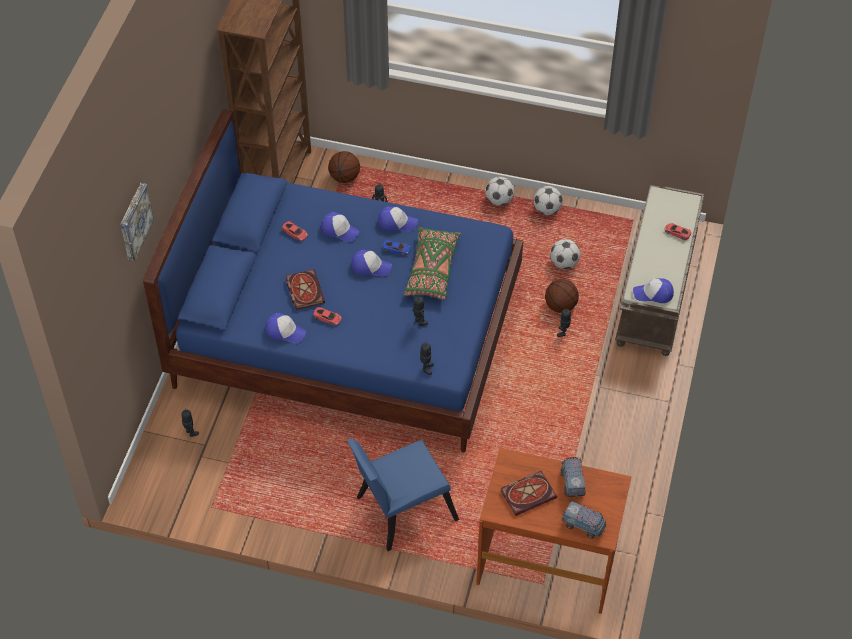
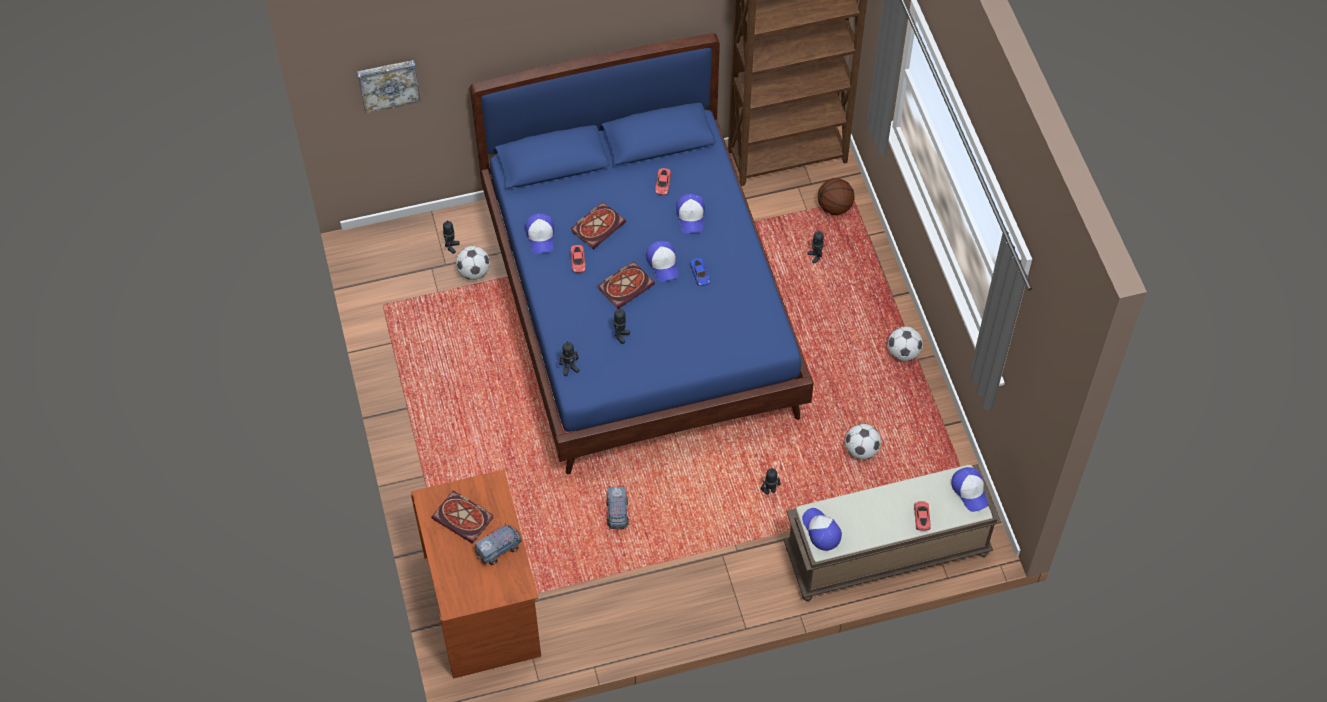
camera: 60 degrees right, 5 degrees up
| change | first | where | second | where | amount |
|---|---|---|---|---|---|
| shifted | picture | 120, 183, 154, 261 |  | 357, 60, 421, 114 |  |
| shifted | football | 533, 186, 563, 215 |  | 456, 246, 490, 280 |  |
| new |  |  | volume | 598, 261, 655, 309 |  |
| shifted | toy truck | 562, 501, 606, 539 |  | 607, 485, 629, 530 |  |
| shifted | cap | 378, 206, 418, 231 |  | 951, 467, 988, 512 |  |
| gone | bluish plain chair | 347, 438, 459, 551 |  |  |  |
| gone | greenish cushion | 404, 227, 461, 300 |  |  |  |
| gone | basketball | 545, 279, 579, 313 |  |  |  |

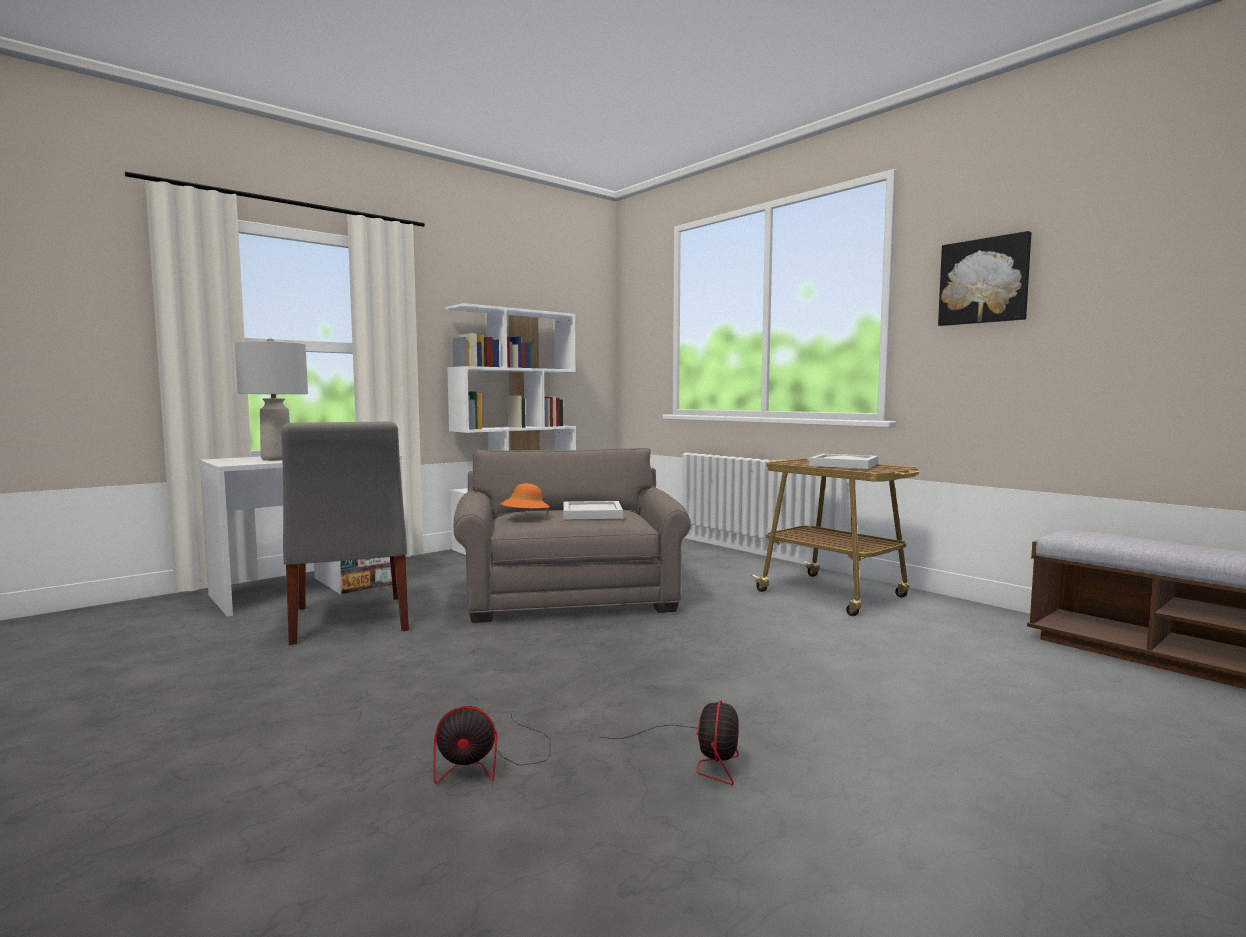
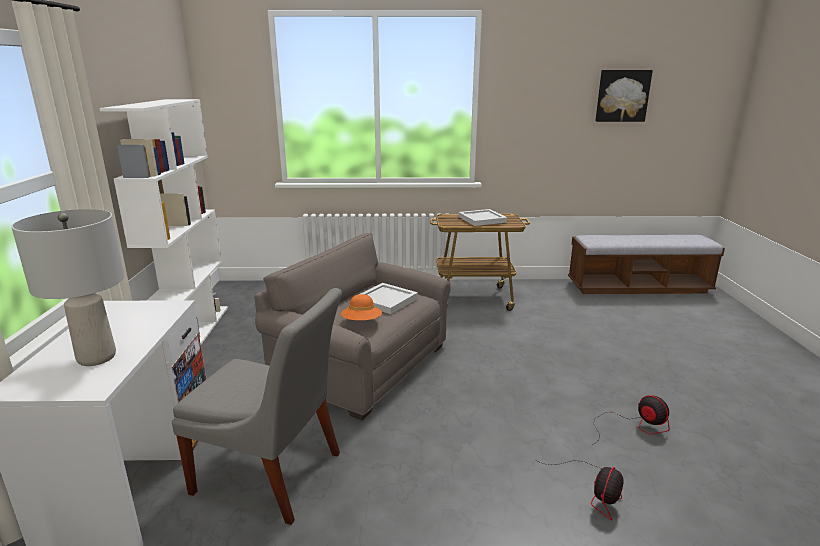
camera: 50 degrees left, 15 degrees up
| change | first | where | second | where | amount |
|---|---|---|---|---|---|
| shifted | picture | 938, 231, 1031, 326 |  | 595, 70, 653, 122 |  |

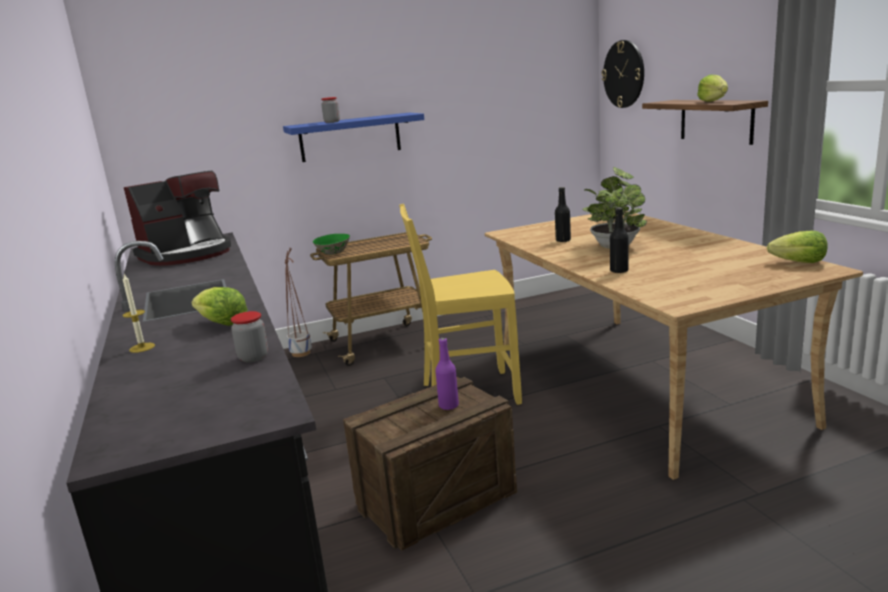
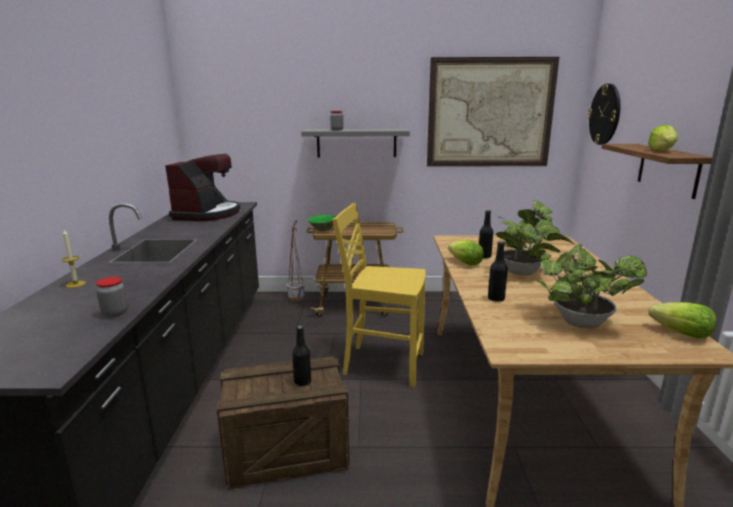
camera: 20 degrees right, 0 degrees up
| change | first | where | second | where | amount |
|---|---|---|---|---|---|
| rotated | coffee machine | 124, 170, 231, 266 |  | 165, 154, 241, 221 | 60 degrees counterclockwise |
| repainted | purplish drink bottle | 435, 338, 459, 410 | blackish drink bottle | 292, 326, 311, 386 |  |
| repainted | bluish bracket shelf | 283, 113, 424, 162 | grey bracket shelf | 301, 128, 410, 158 |  |
| new |  |  | picture | 427, 57, 559, 167 |  |
| shifted | lettuce head | 191, 287, 248, 326 |  | 448, 240, 483, 266 |  |
| new |  |  | houseplant | 533, 233, 647, 329 |  |

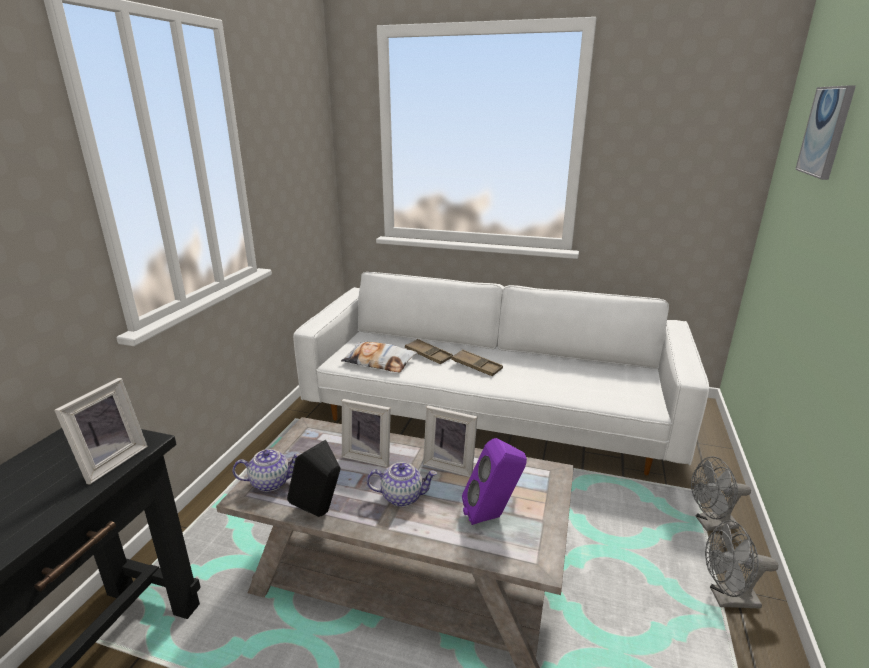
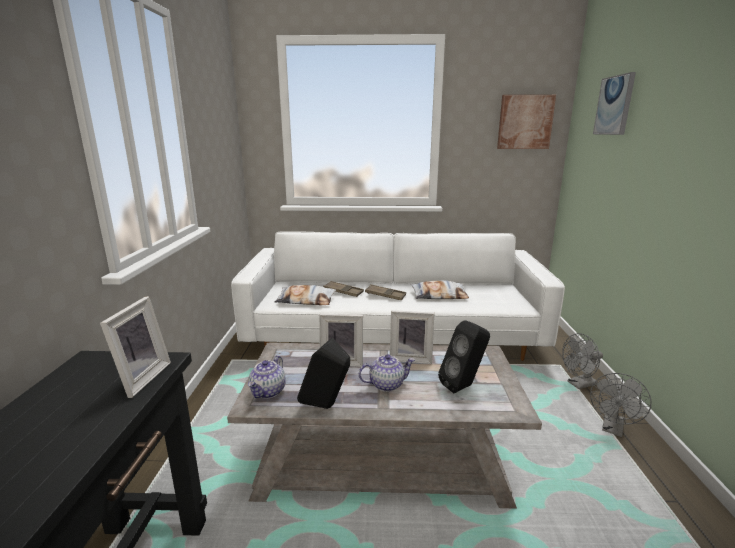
camera: 15 degrees left, 5 degrees down
| change | first | where | second | where | amount |
|---|---|---|---|---|---|
| rotated | pot for tea | 233, 449, 300, 492 |  | 248, 355, 286, 398 | 135 degrees clockwise |
| new |  |  | cushion | 411, 280, 469, 299 |  |
| repainted | purplish audio speaker | 462, 438, 527, 525 | blackish audio speaker | 438, 320, 490, 393 |  |
| new |  |  | picture | 497, 95, 556, 149 |  |
| rotated | grey electric fan | 705, 520, 778, 609 |  | 590, 373, 652, 437 | 45 degrees counterclockwise |

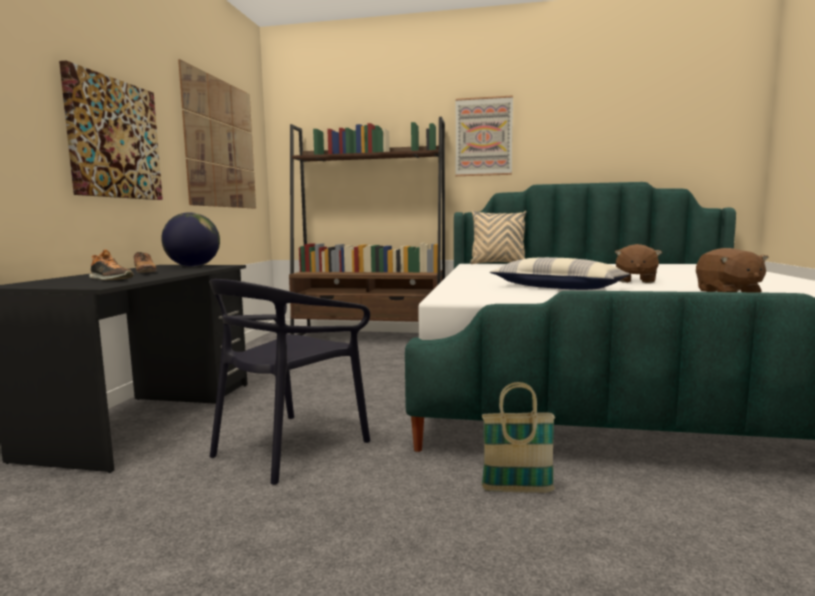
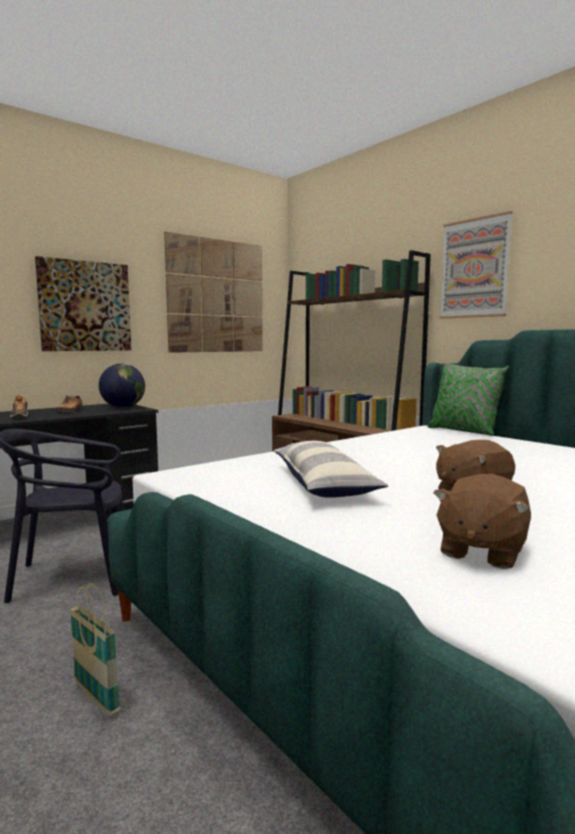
camera: 40 degrees right, 0 degrees up
| change | first | where | second | where | amount |
|---|---|---|---|---|---|
| repainted | beige-coloured cushion | 470, 211, 527, 264 | greenish cushion | 428, 362, 509, 436 |  |

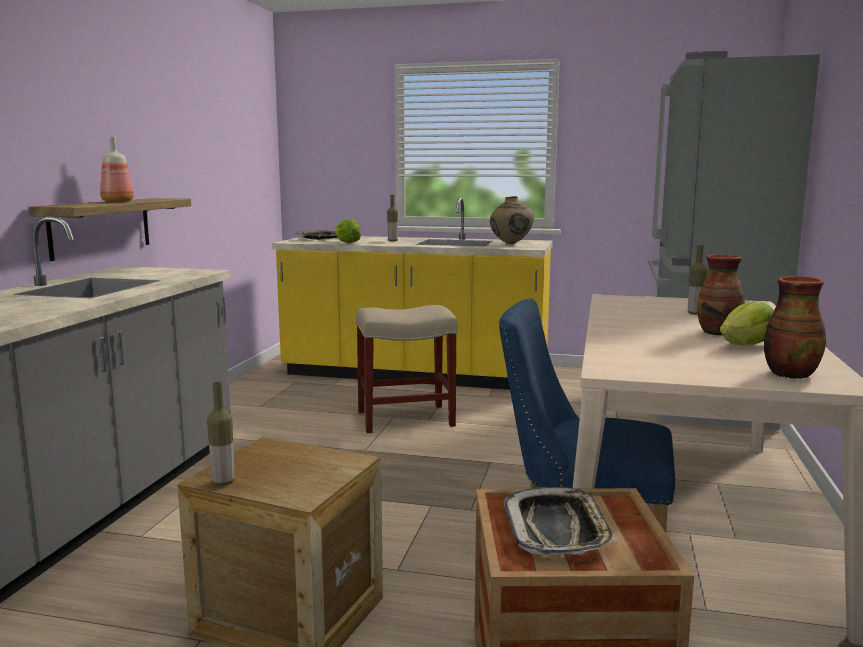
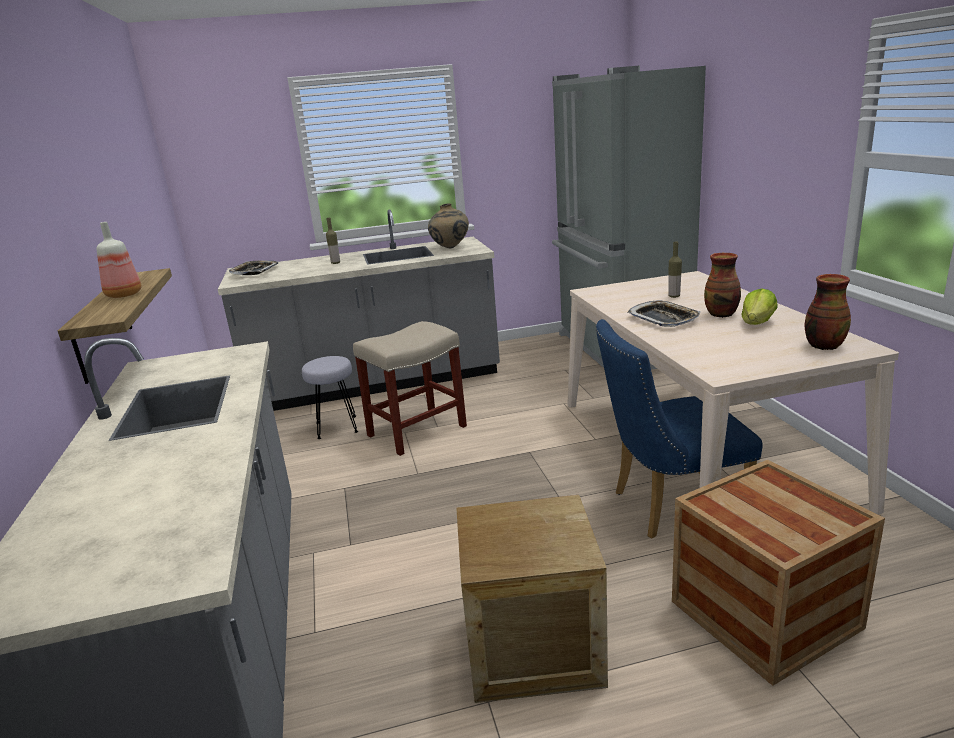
camera: 25 degrees left, 10 degrees up
| change | first | where | second | where | amount |
|---|---|---|---|---|---|
| repainted | yellowish kitchen base unit | 272, 197, 553, 390 | grey kitchen base unit | 218, 209, 500, 411 |  |
| new |  |  | grey stool | 302, 356, 358, 439 |  |
| shifted | tray | 504, 487, 617, 555 |  | 627, 300, 701, 327 |  |
| gone | drink bottle | 207, 382, 235, 486 |  |  |  |
| gone | lettuce head | 335, 219, 361, 243 |  |  |  |

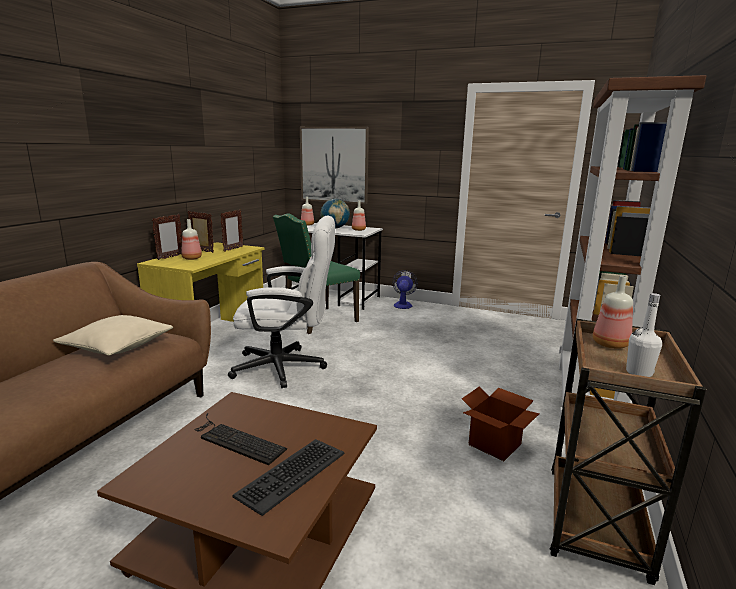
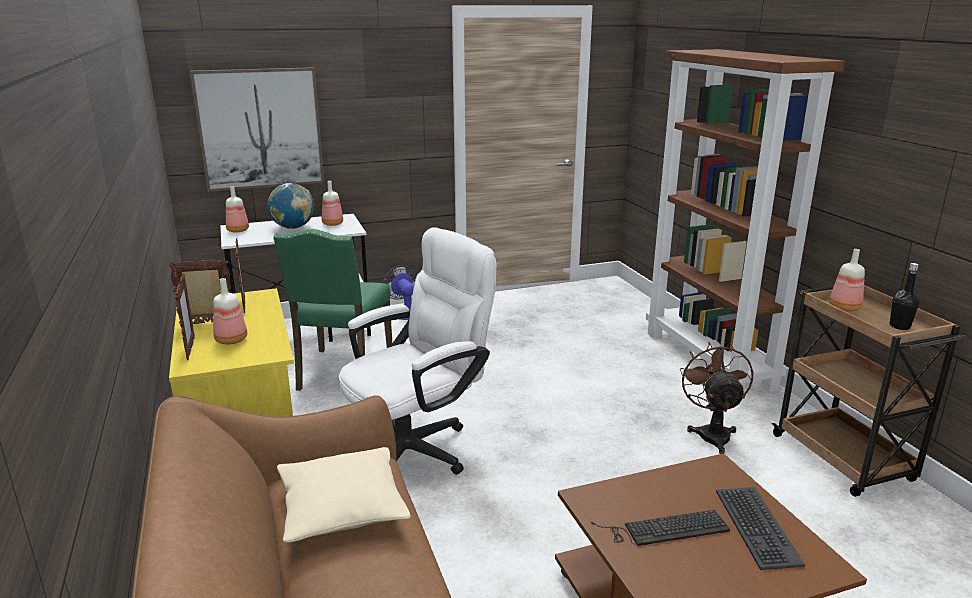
camera: 40 degrees left, 5 degrees up
| change | first | where | second | where | amount |
|---|---|---|---|---|---|
| swapped | packing box | 462, 387, 540, 461 | brown electric fan | 680, 342, 753, 454 |  |
| repainted | white drink bottle | 626, 293, 662, 377 | blackish drink bottle | 890, 263, 919, 330 |  |

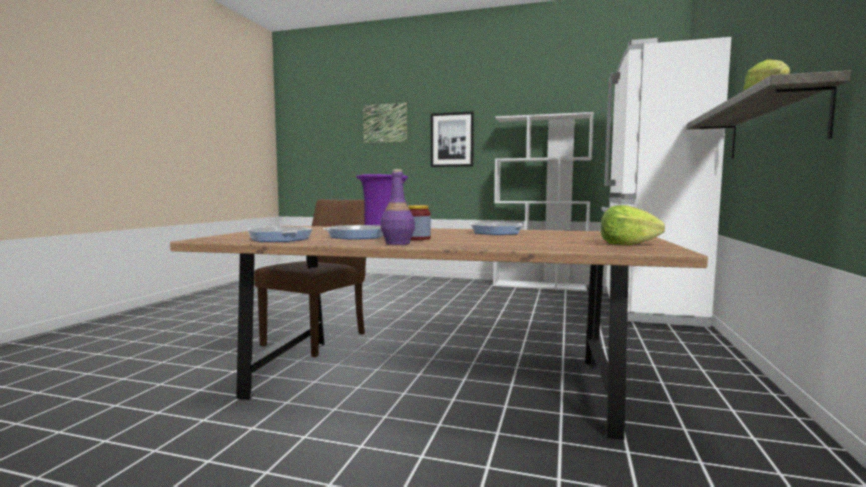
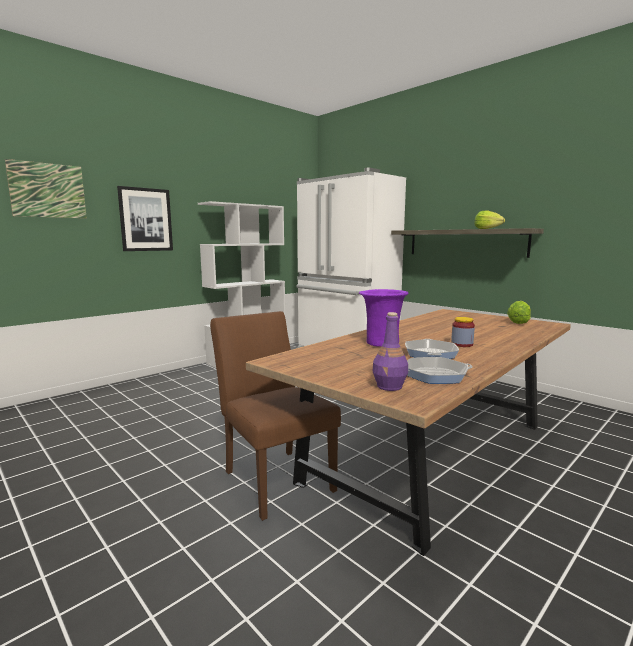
camera: 60 degrees left, 5 degrees up
| change | first | where | second | where | amount |
|---|---|---|---|---|---|
| shifted | purplish drink bottle | 381, 169, 415, 245 |  | 373, 312, 408, 391 |  |
| gone | frying pan | 470, 222, 525, 235 |  |  |  |

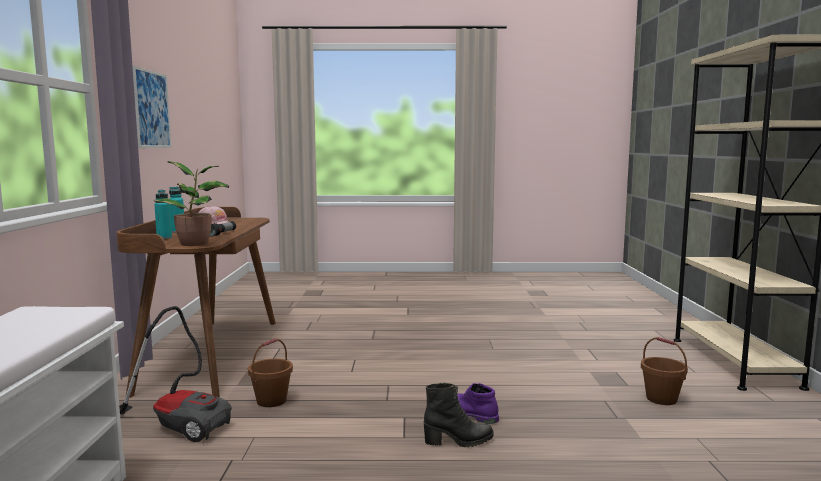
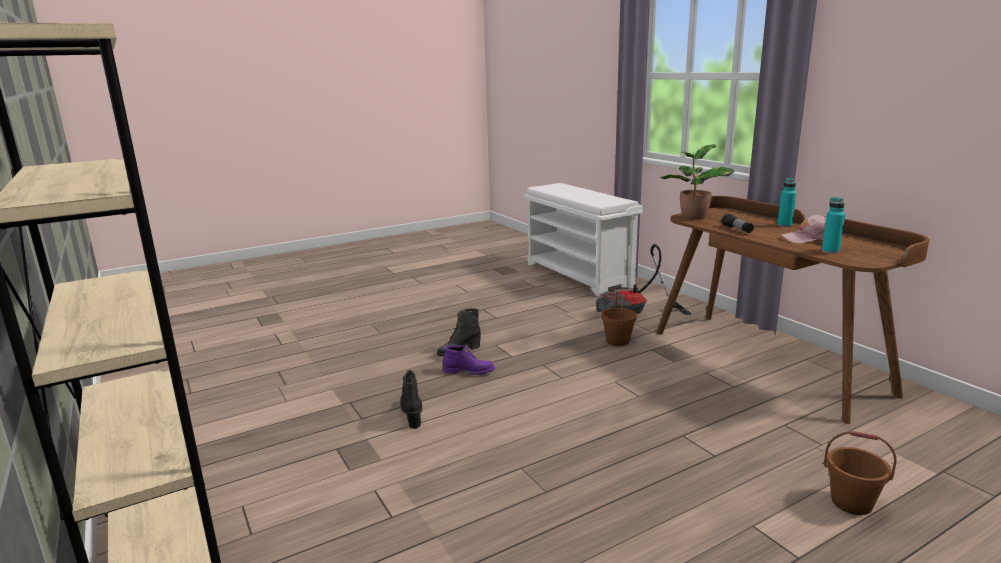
camera: 150 degrees right, 10 degrees up
| change | first | where | second | where | amount |
|---|---|---|---|---|---|
| new |  |  | blackish high-top boot | 400, 370, 422, 429 |  |
| shifted | blue-green drink bottle | 154, 190, 172, 239 |  | 822, 197, 845, 254 |  |
| shifted | brown pail | 641, 337, 688, 405 |  | 824, 431, 897, 515 |  |
| gone | picture | 133, 66, 171, 148 |  |  |  |

